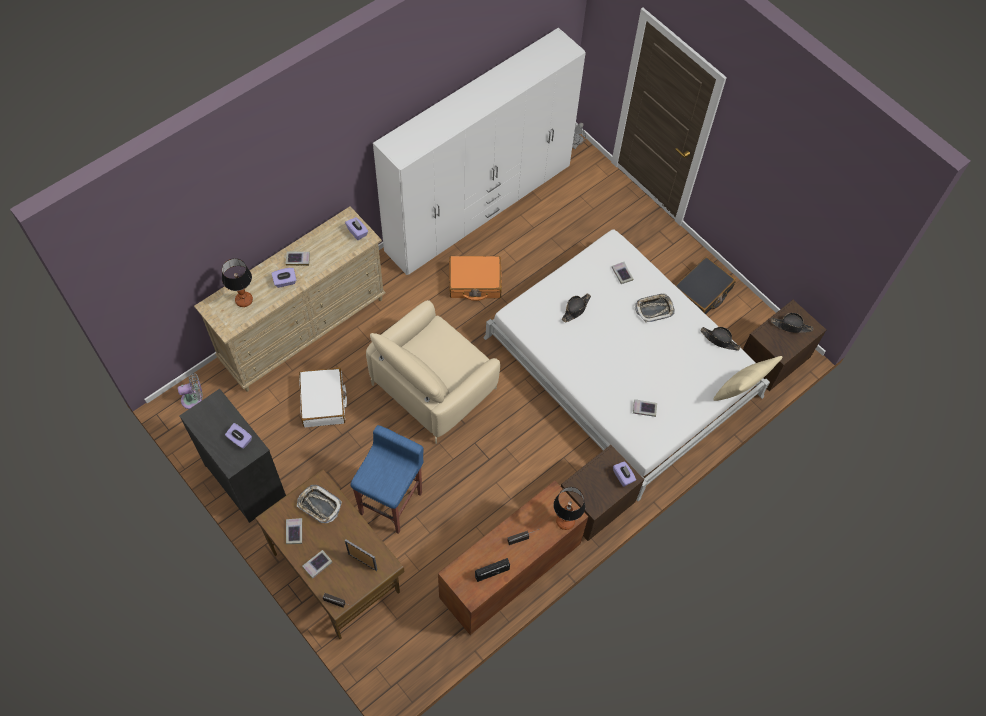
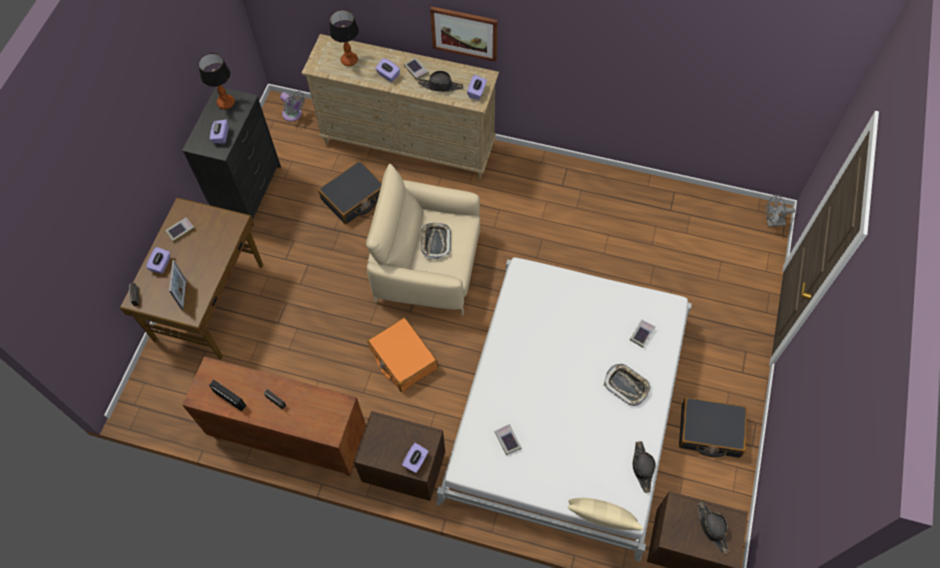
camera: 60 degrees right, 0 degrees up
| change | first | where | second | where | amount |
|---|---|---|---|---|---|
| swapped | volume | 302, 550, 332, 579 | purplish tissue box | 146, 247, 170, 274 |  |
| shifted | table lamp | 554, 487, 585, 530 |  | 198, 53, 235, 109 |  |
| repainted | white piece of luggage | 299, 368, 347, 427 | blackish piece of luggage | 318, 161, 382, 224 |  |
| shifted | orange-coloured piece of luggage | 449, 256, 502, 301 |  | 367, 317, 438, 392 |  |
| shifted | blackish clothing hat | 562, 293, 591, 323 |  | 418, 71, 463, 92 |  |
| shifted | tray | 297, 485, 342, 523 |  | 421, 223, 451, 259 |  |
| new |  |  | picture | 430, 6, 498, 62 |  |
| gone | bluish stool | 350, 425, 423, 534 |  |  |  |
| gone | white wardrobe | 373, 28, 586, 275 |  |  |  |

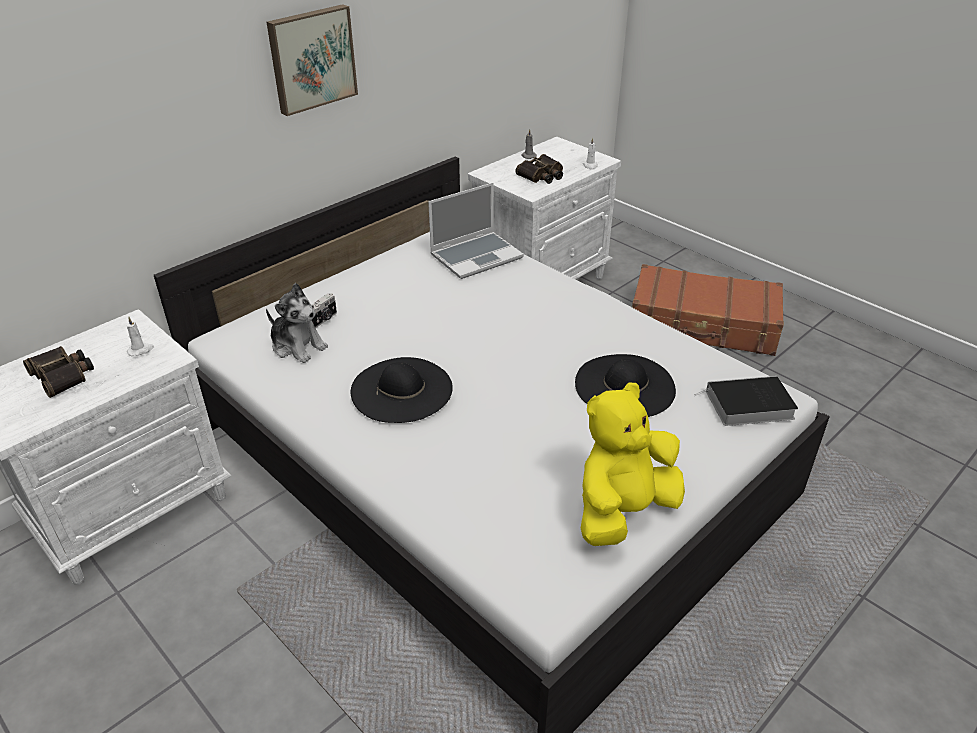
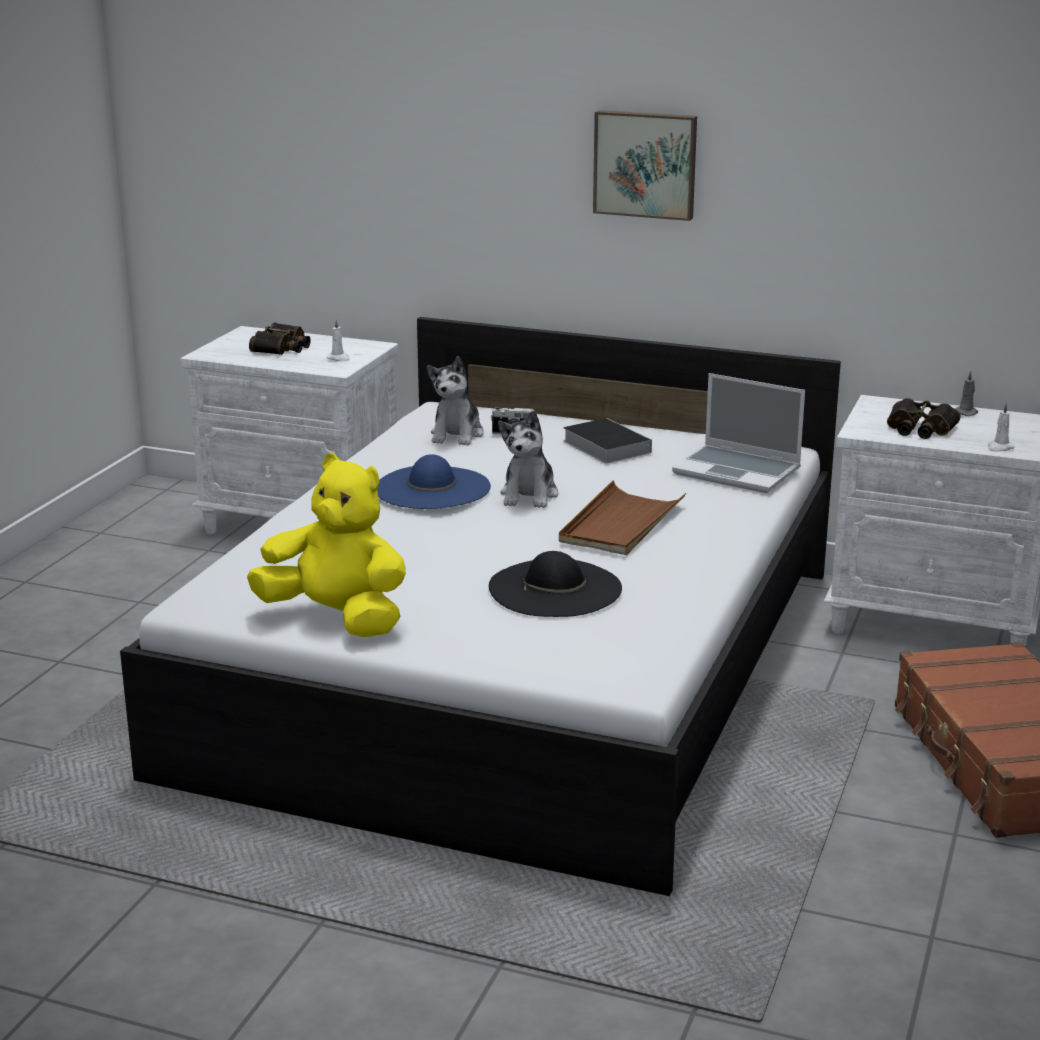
camera: 65 degrees right, 15 degrees down
| change | first | where | second | where | amount |
|---|---|---|---|---|---|
| repainted | blackish clothing hat | 351, 357, 453, 423 | bluish clothing hat | 377, 454, 491, 509 |  |
| new |  |  | plush toy | 498, 411, 559, 508 |  |
| new |  |  | brown tray | 559, 480, 686, 555 |  |
| shifted | volume | 694, 376, 798, 426 |  | 563, 418, 652, 463 |  |

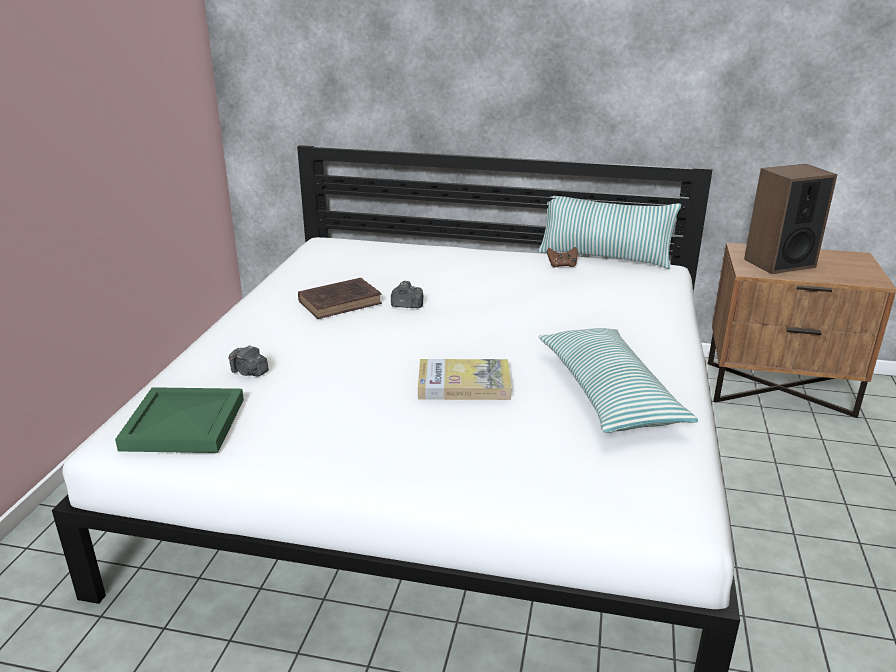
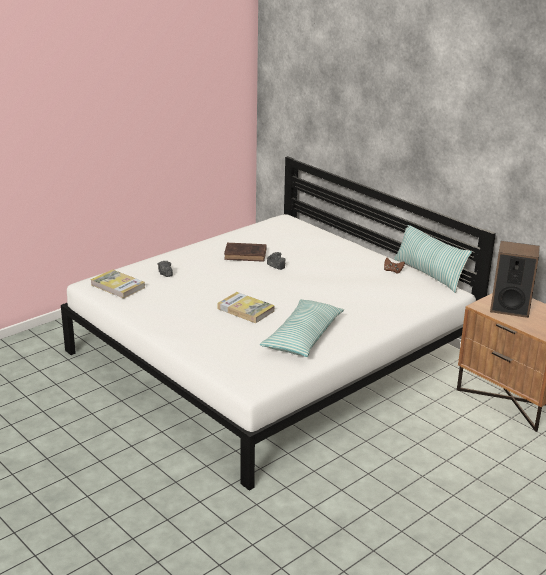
camera: 35 degrees right, 0 degrees up
| change | first | where | second | where | amount |
|---|---|---|---|---|---|
| swapped | greenish tray | 115, 387, 244, 453 | volume | 90, 269, 145, 299 |  |

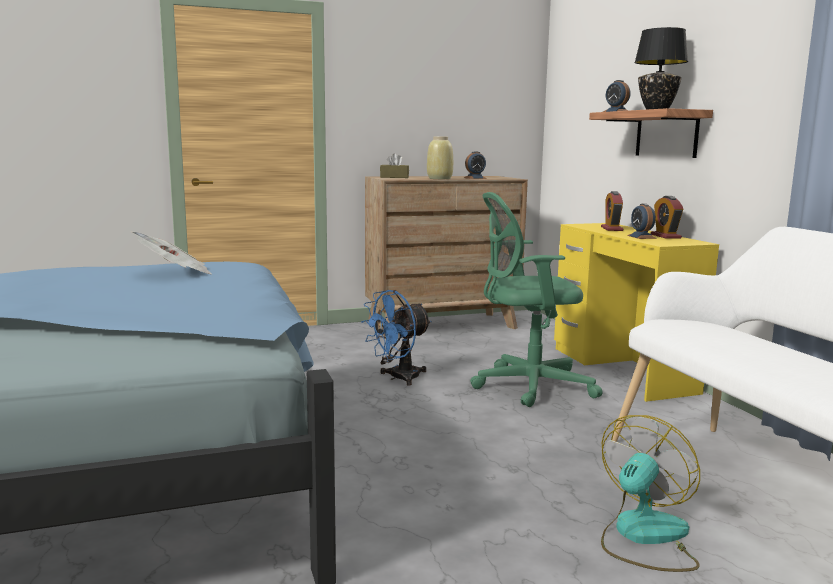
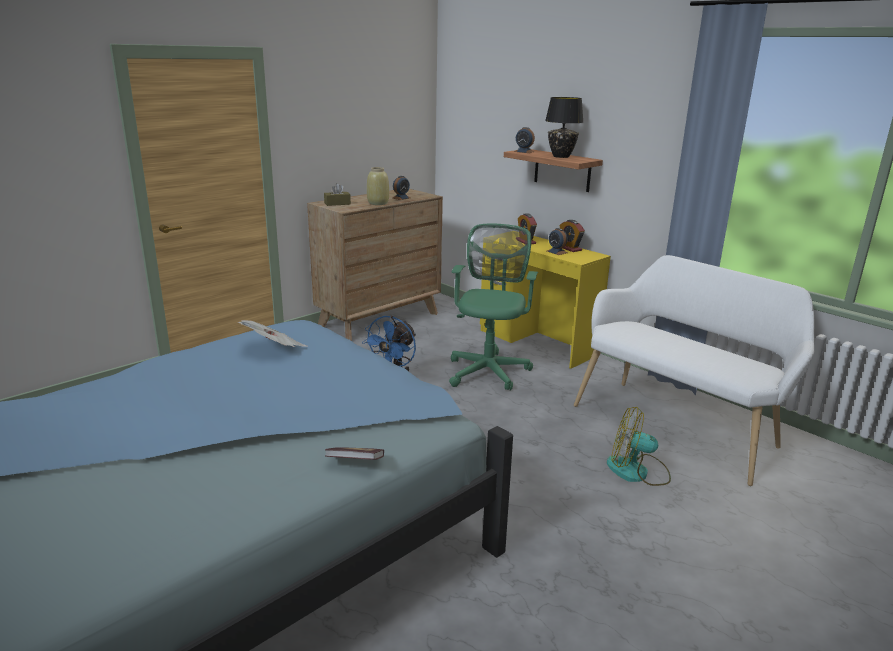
camera: 25 degrees left, 10 degrees up
| change | first | where | second | where | amount |
|---|---|---|---|---|---|
| new |  |  | volume | 325, 447, 384, 460 |  |
| rotated | greenish desk chair | 470, 192, 603, 407 |  | 449, 224, 538, 391 | 135 degrees clockwise |
| rotated | electric fan | 601, 415, 700, 572 |  | 607, 407, 671, 486 | 90 degrees counterclockwise |

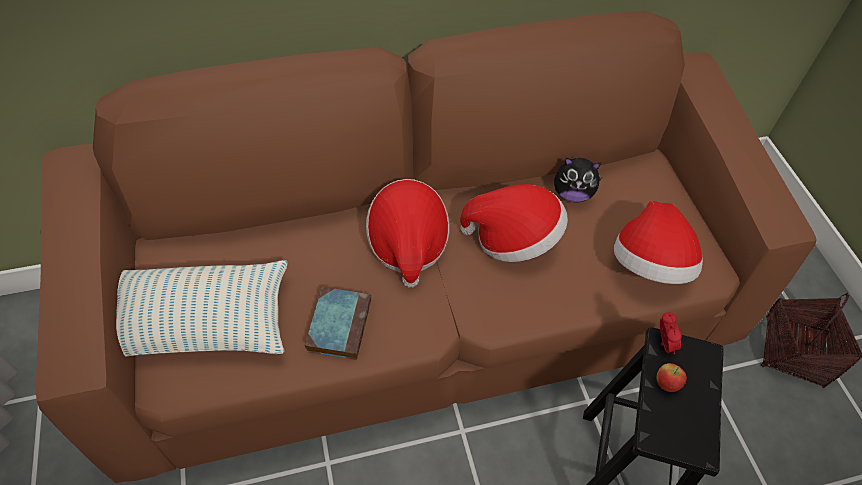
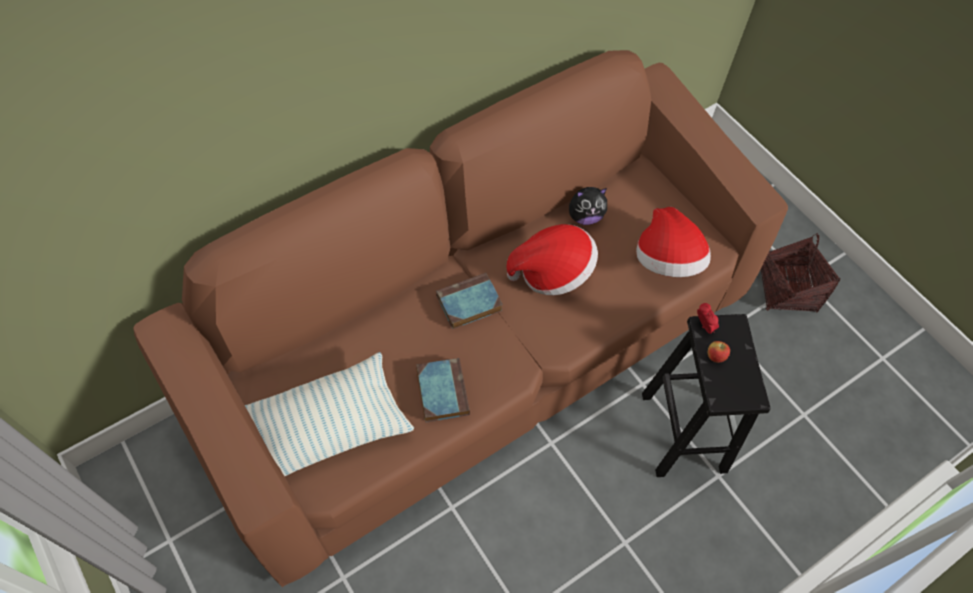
camera: 20 degrees left, 5 degrees up
| change | first | where | second | where | amount |
|---|---|---|---|---|---|
| swapped | clothing hat | 366, 179, 450, 288 | volume | 436, 273, 503, 329 |  |

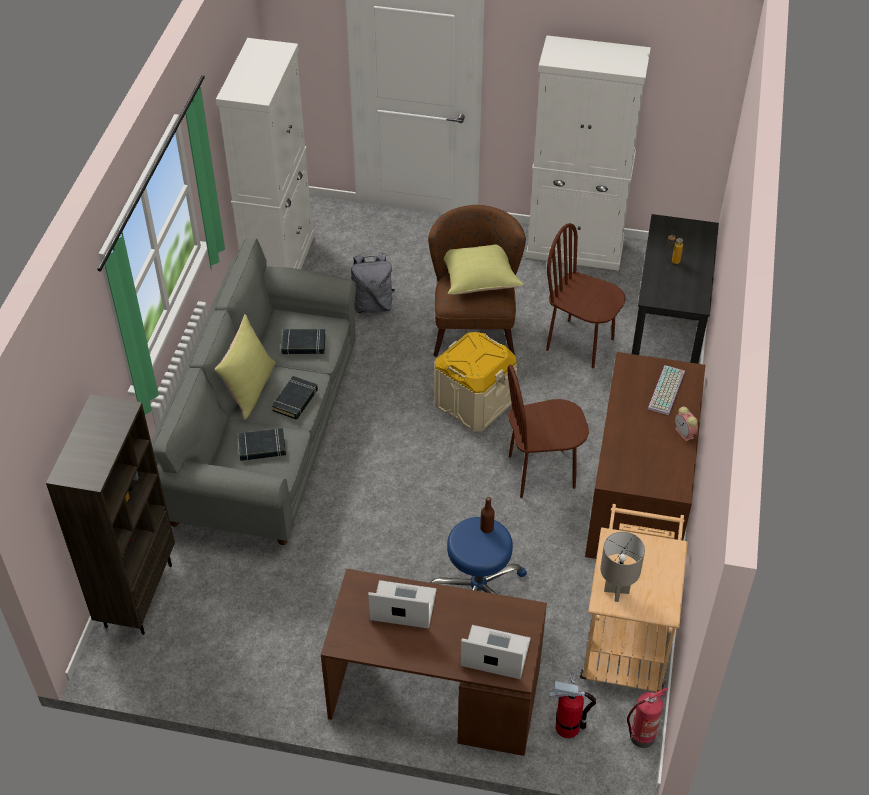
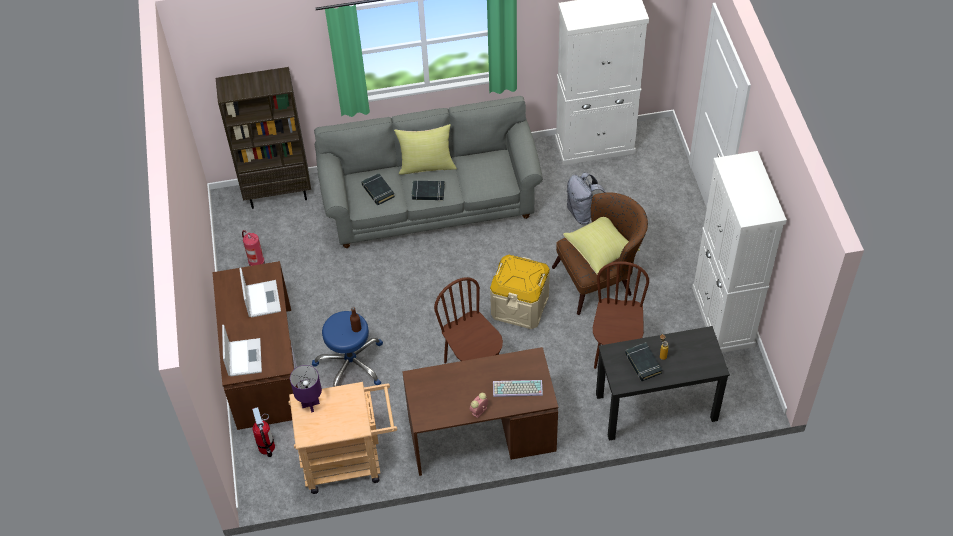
camera: 70 degrees right, 5 degrees up
| change | first | where | second | where | amount |
|---|---|---|---|---|---|
| shifted | fire-fighting cylinder | 627, 688, 668, 748 |  | 242, 230, 265, 266 |  |
| repainted | grey table lamp | 600, 532, 645, 602 | purplish table lamp | 290, 365, 322, 413 |  |
| shifted | blackish volume | 281, 329, 326, 355 |  | 625, 343, 663, 381 |  |

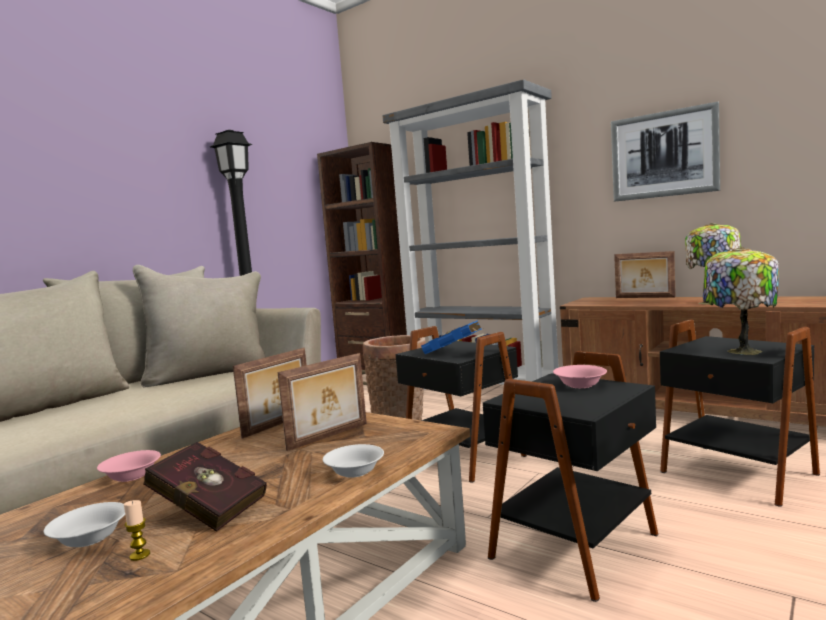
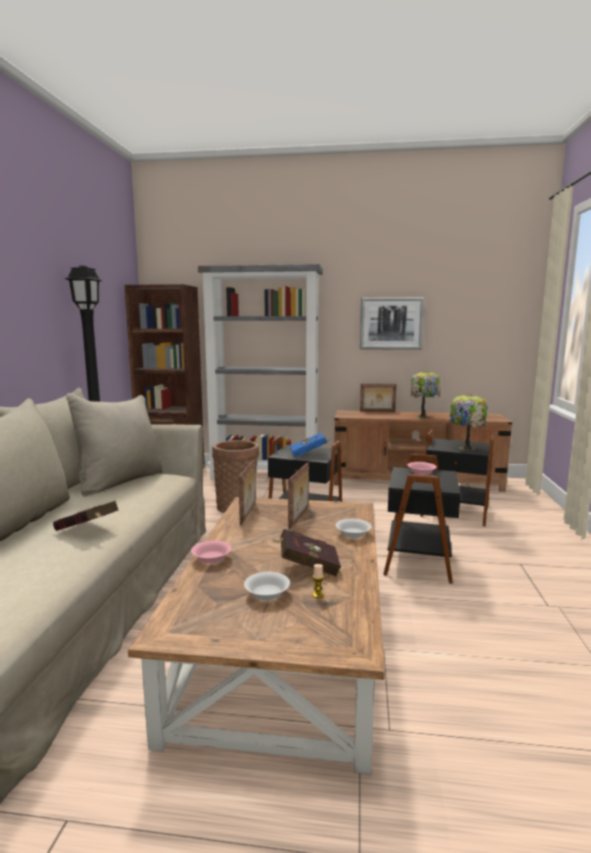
camera: 30 degrees left, 5 degrees up
| change | first | where | second | where | amount |
|---|---|---|---|---|---|
| new |  |  | red volume | 53, 501, 119, 531 |  |

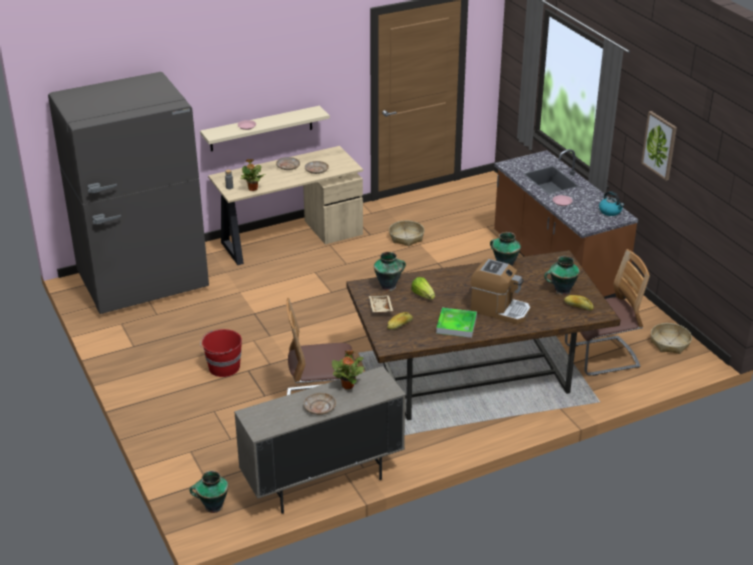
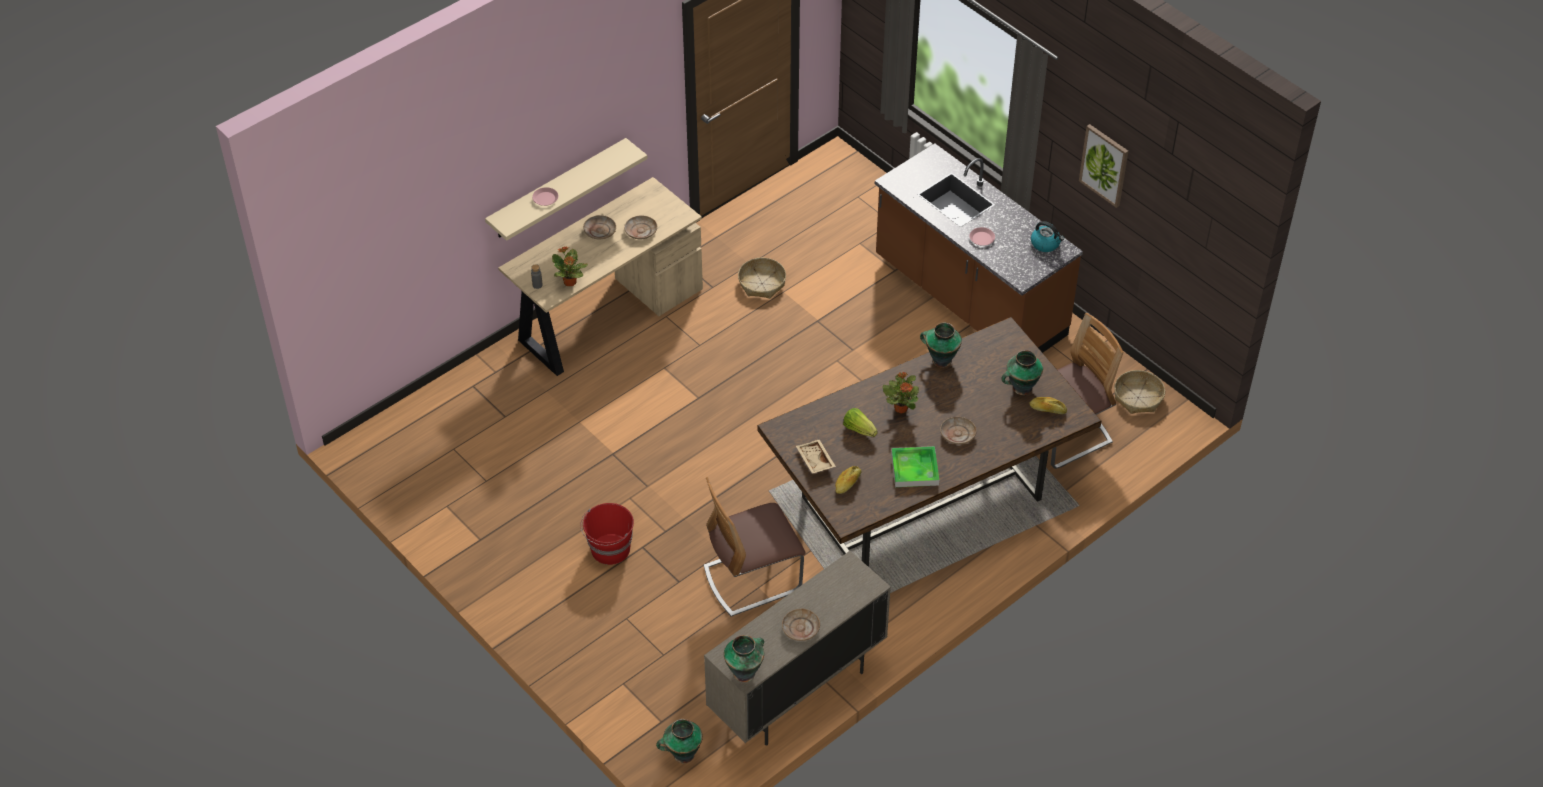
camera: 15 degrees left, 15 degrees up
| change | first | where | second | where | amount |
|---|---|---|---|---|---|
| shifted | decorative vase | 374, 252, 406, 291 |  | 724, 635, 764, 682 |  |
| shifted | houseplant | 332, 350, 364, 389 |  | 882, 372, 919, 413 |  |
| swapped | coffee machine | 471, 259, 530, 324 | beige-coloured dinner plate | 940, 417, 977, 445 |  |
| gone | grey kitchen fridge | 48, 72, 209, 314 |  |  |  |

